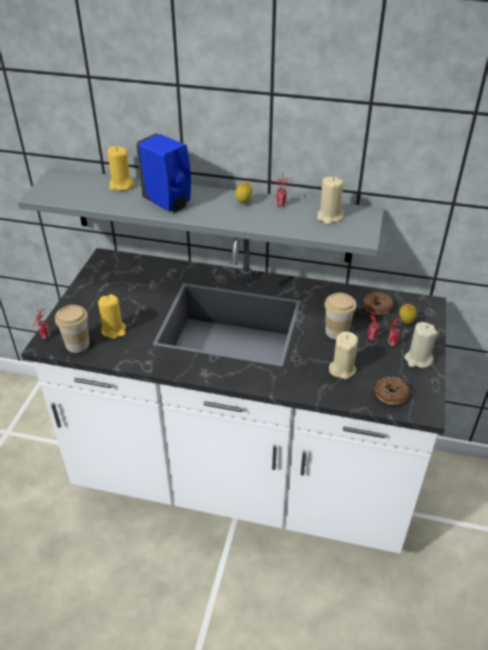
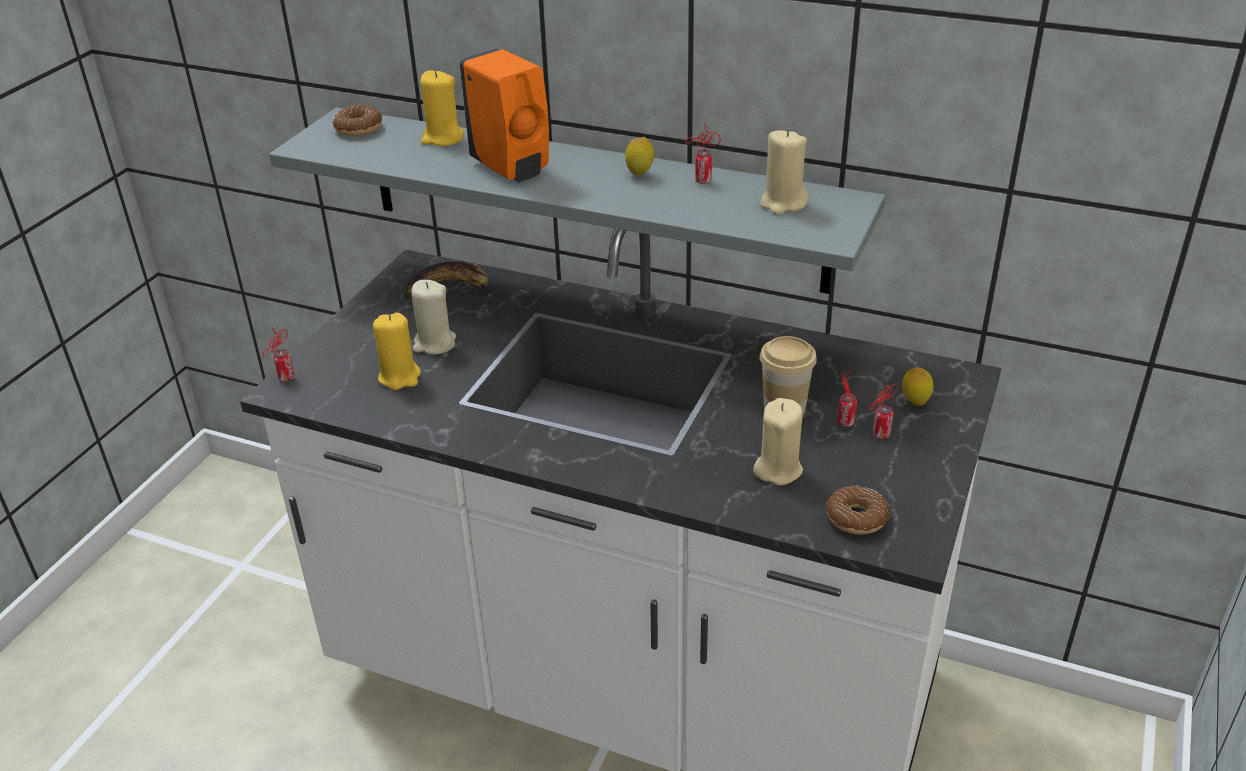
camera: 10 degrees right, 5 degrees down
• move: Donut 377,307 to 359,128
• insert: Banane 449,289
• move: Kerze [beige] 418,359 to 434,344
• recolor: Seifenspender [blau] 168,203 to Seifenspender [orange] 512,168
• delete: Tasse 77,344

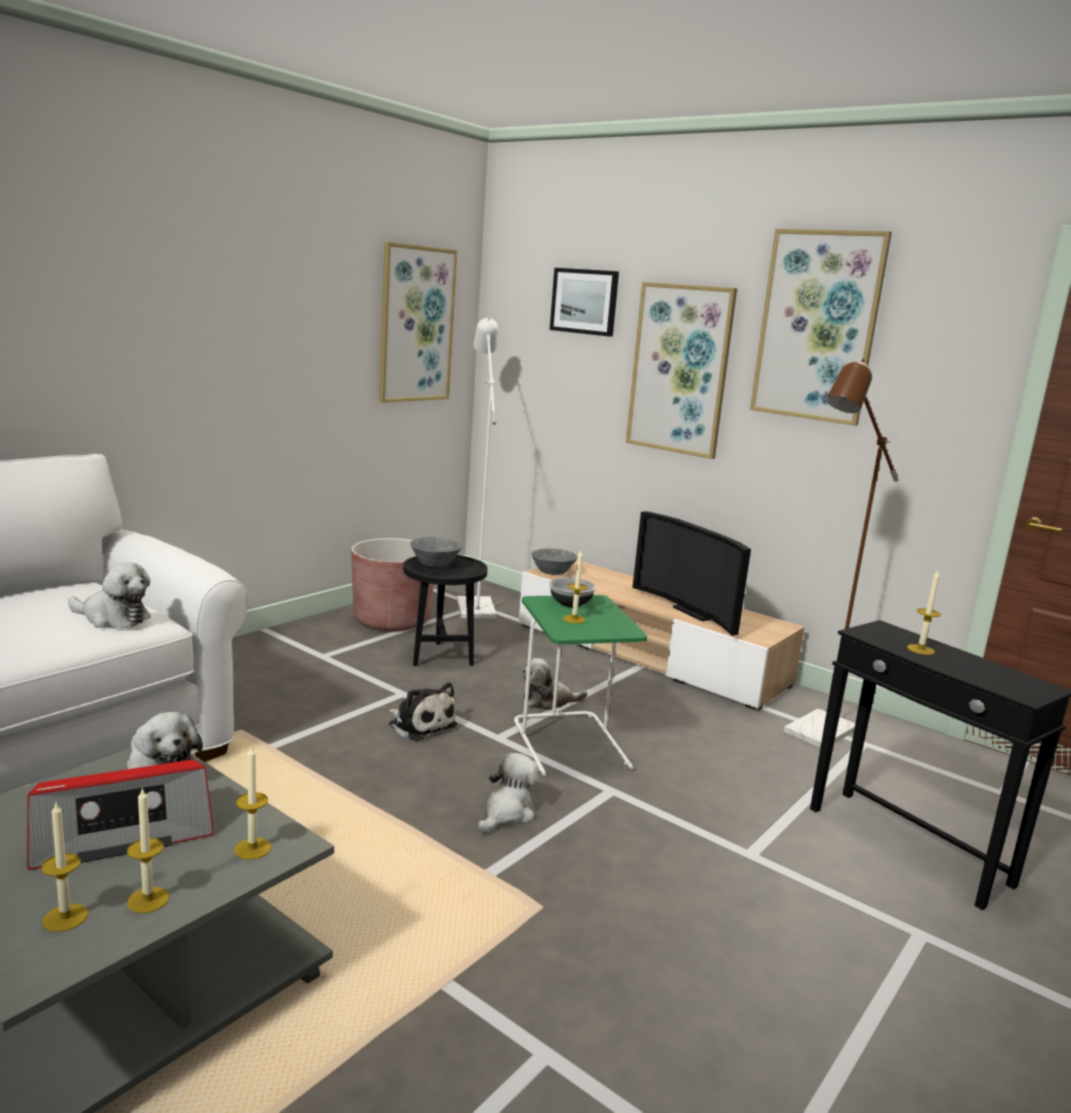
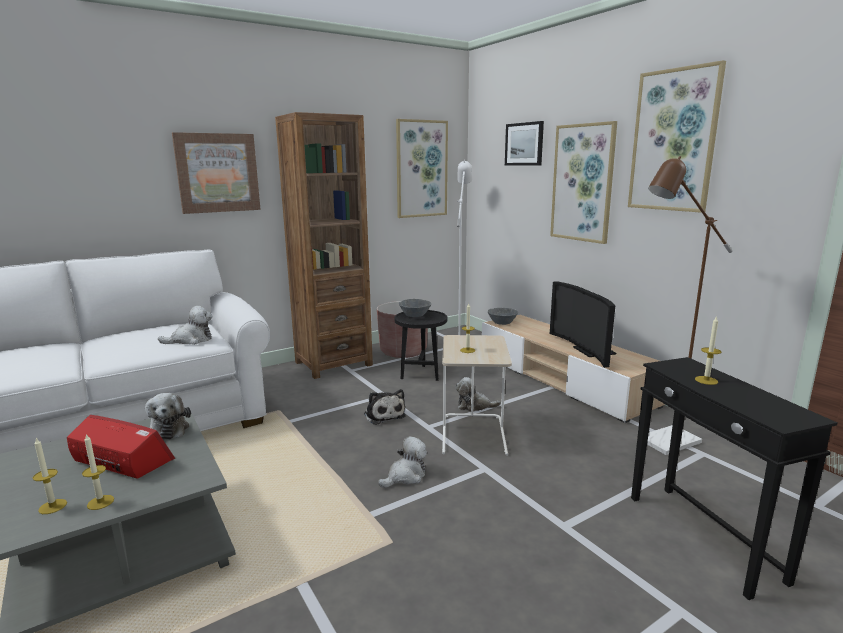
camera: 20 degrees right, 0 degrees up
• rotate: Radio 123,832 = 122,461 150 degrees counterclockwise
• rotate: Plüschtier 112,618 = 191,340 60 degrees counterclockwise
• insert: Bild 217,173
• insert: Bücherregal [braun] 333,363
• recolor: Beistelltisch [grün] 571,744 to Beistelltisch [beige] 474,435
• delete: Kerze 252,848
• delete: Schüssel 571,604

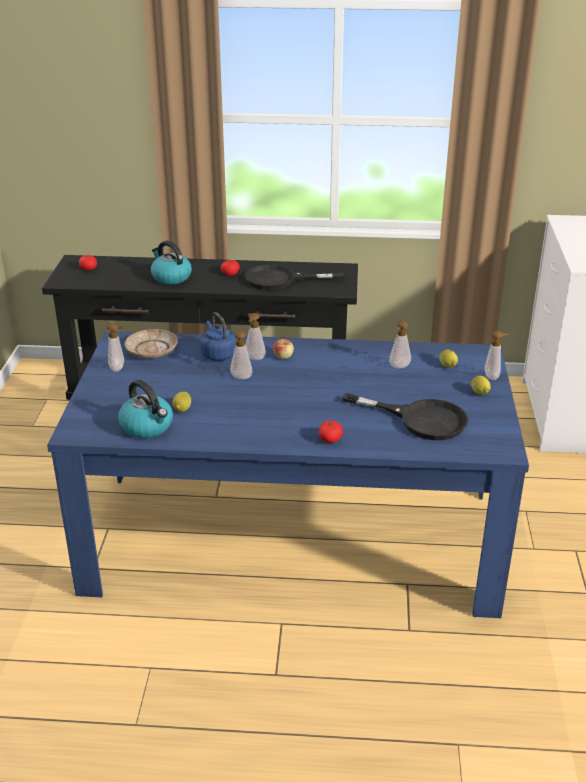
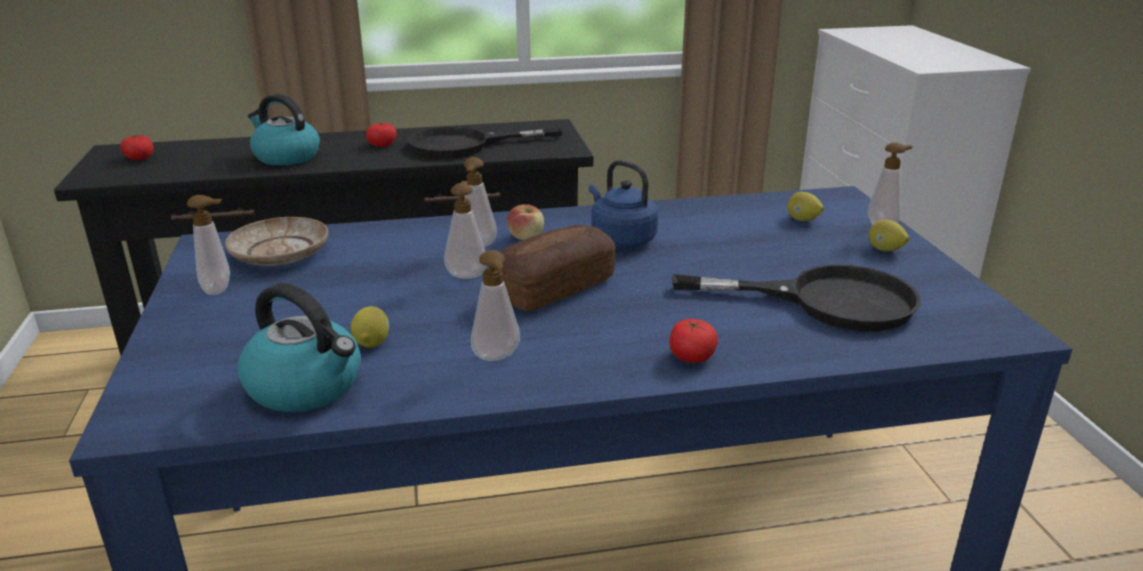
camera: 15 degrees left, 5 degrees down
• move: Seifenspender 400,367 to 497,358
• insert: Brot 555,288
• move: Wasserkessel [blau] 217,354 to 620,239

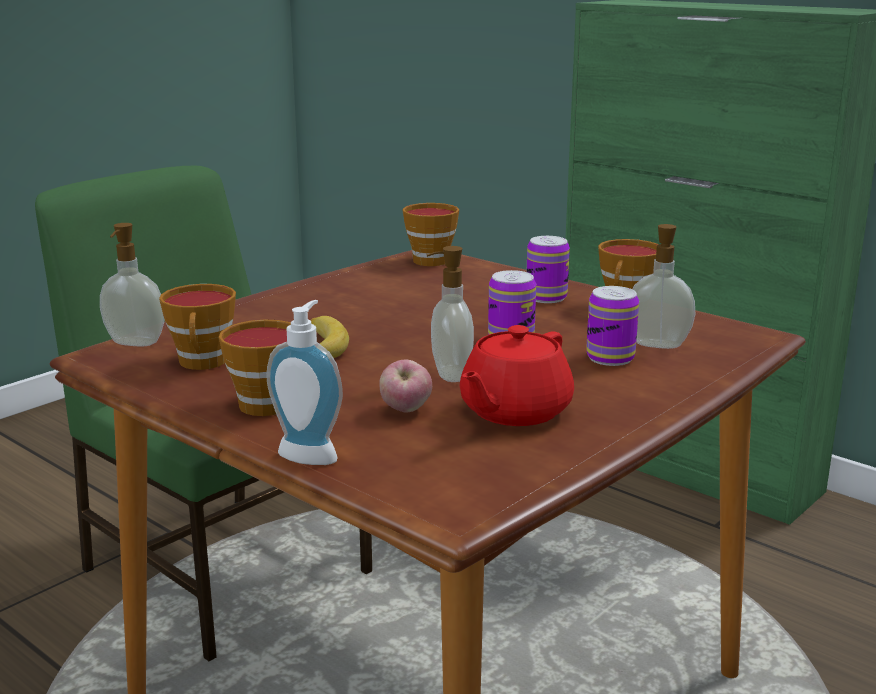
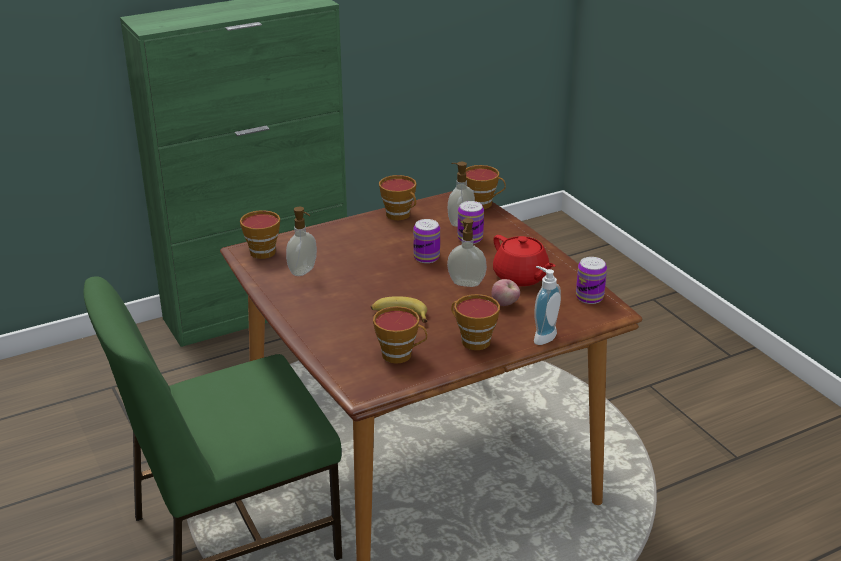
camera: 70 degrees left, 10 degrees up
• move: Seifenspender 134,343 to 303,271
• insert: Tasse 483,204
• move: Dose 546,297 to 589,297

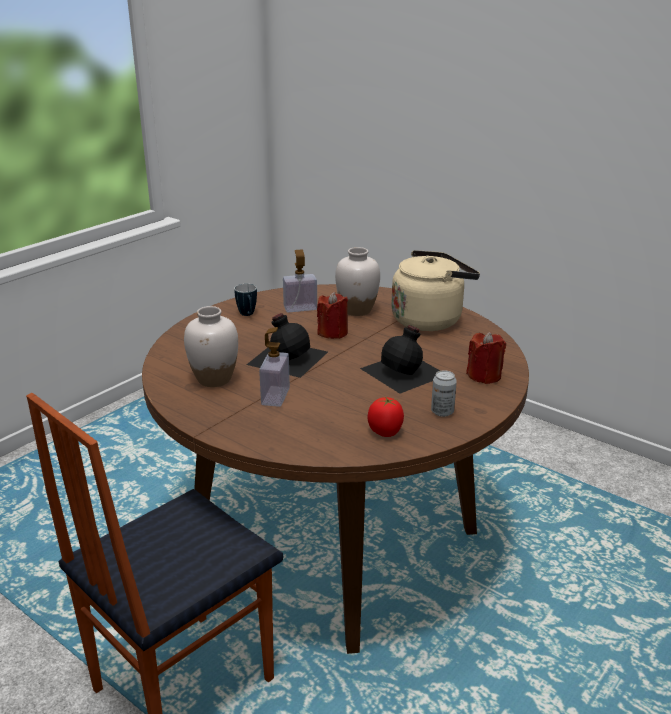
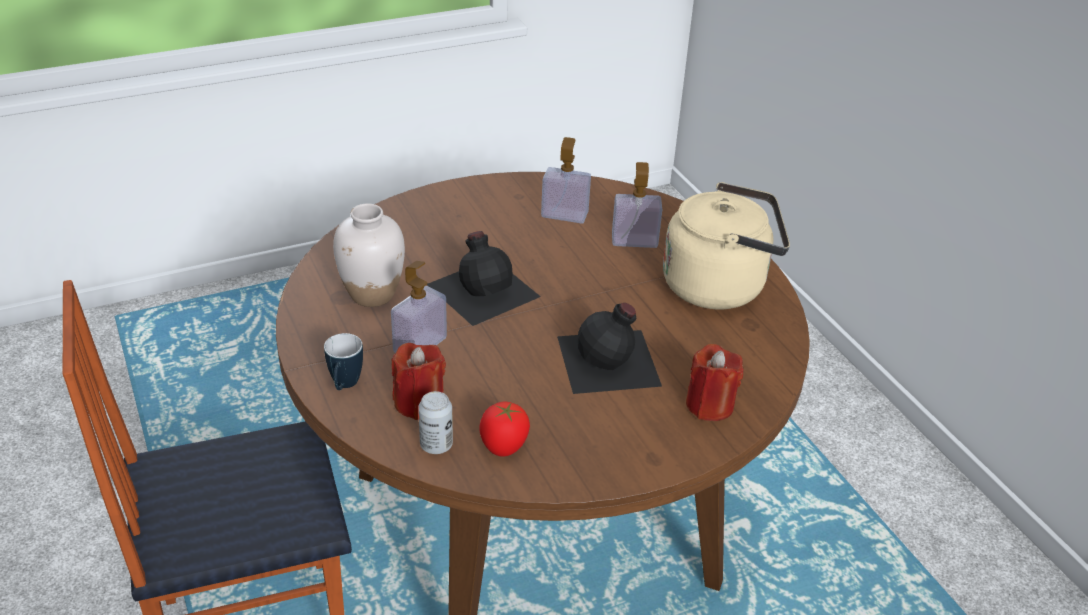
camera: 25 degrees right, 10 degrees up
• move: Henkelbecher 248,315 to 344,386
• move: Kerze [rot] 333,333 to 419,403
• move: Dose 442,412 to 436,445
• replace: Vase [weiß] 357,310 to Seifenspender 634,240

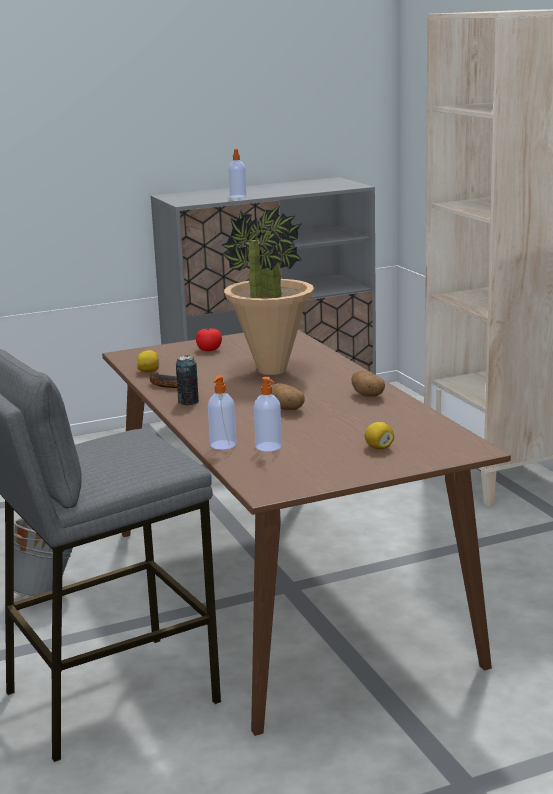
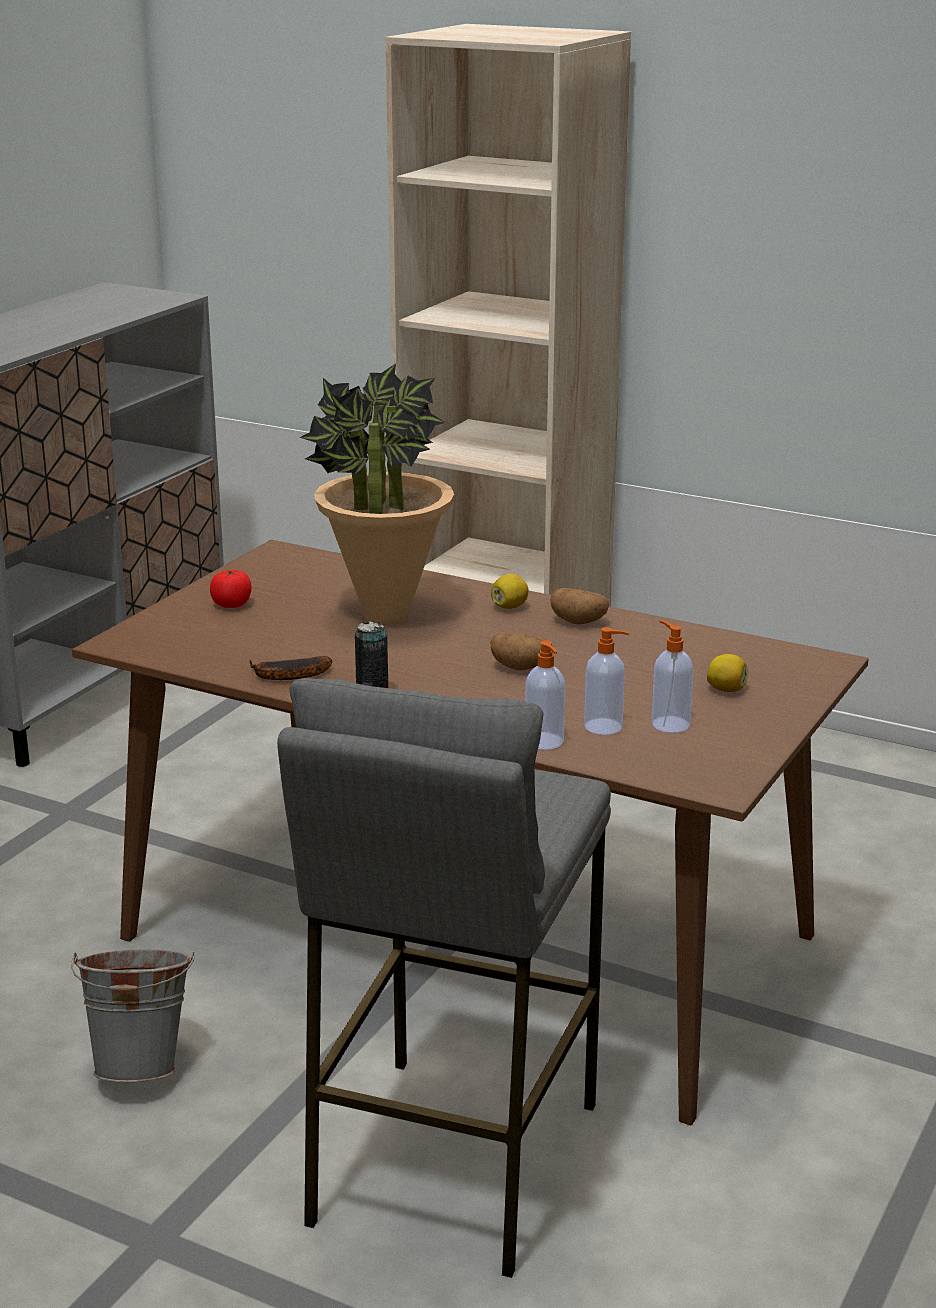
camera: 40 degrees left, 5 degrees up
• move: Zitrone 149,371 to 509,607
• move: Seifenspender 238,196 to 669,724

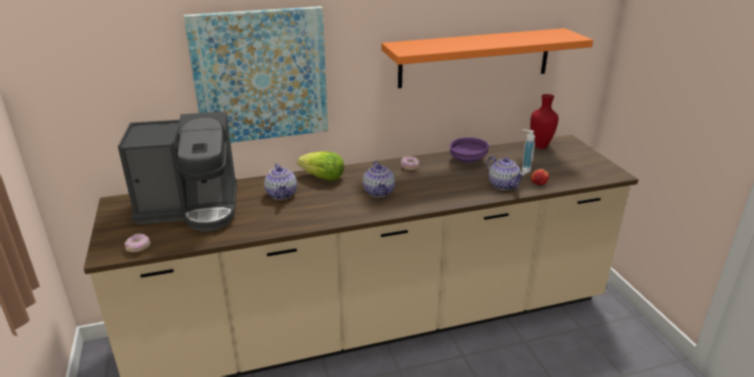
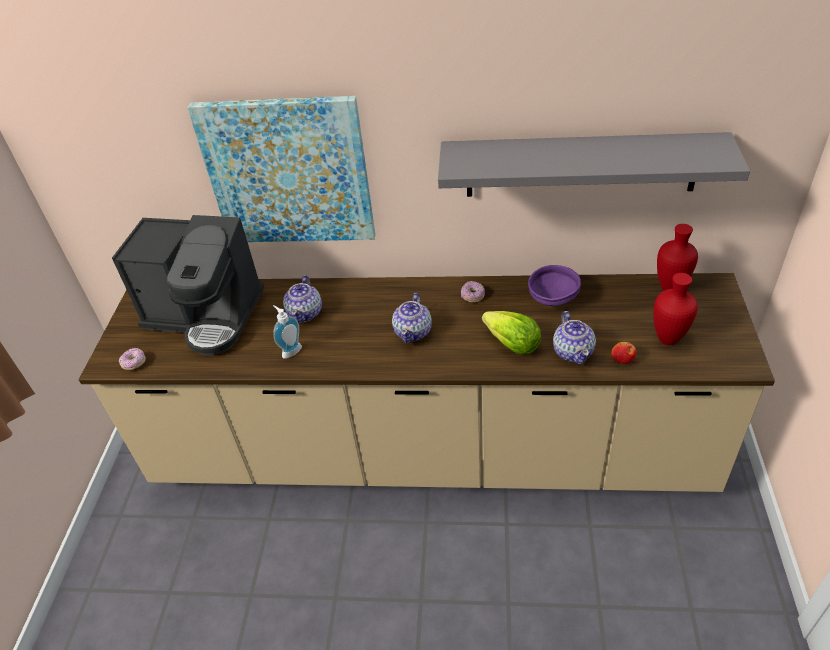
camera: 25 degrees right, 15 degrees up
• move: Seifenspender 524,169 to 290,350
• recolor: Wandregal [orange] 475,58 to Wandregal [grau] 580,165
• move: Salatkopf 323,178 to 512,345
• insert: Vase [rot] 667,340

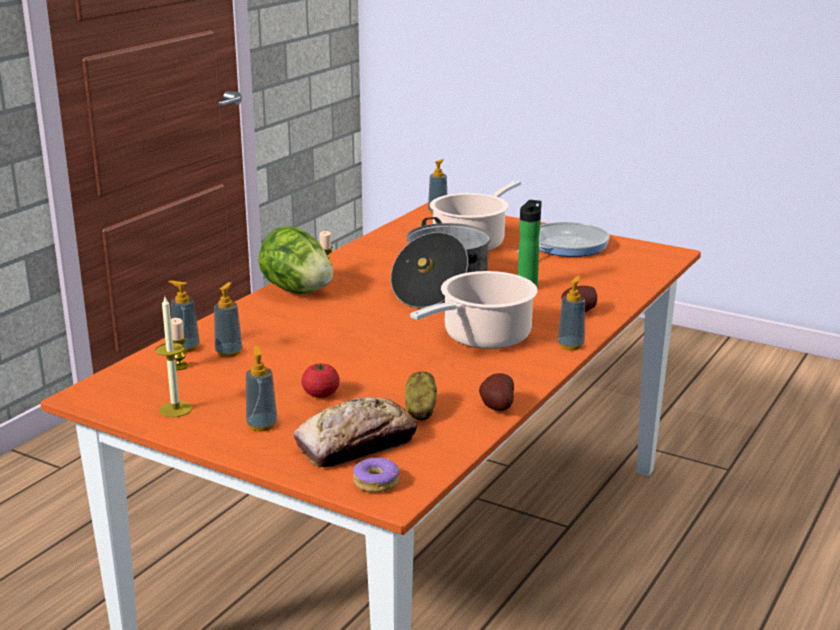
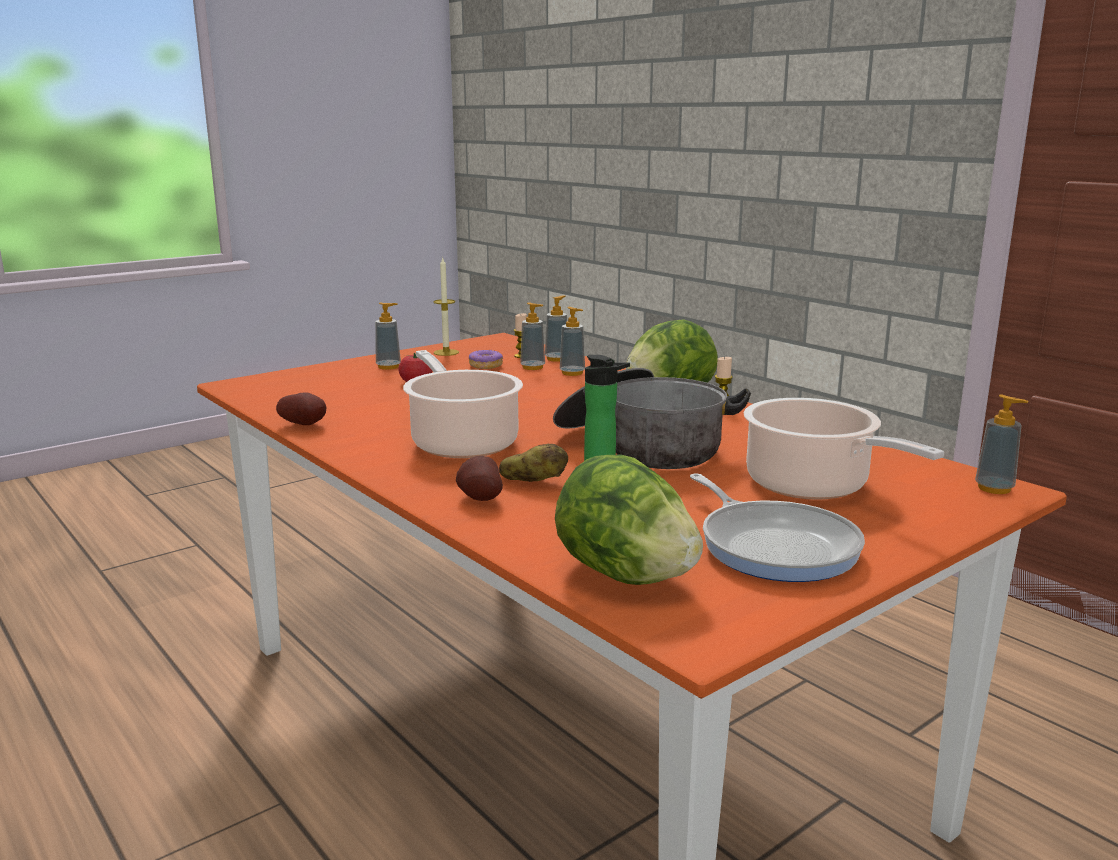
camera: 110 degrees right, 5 degrees down
• move: Donut 376,482 to 486,366
• move: Kartoffel 420,411 to 534,482
• insert: Salatkopf 624,575
• move: Seifenspender 570,345 to 572,373
• delete: Brot 356,444

